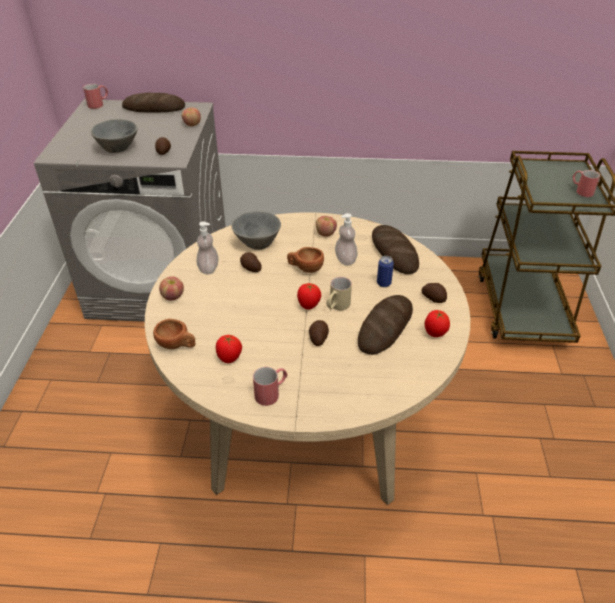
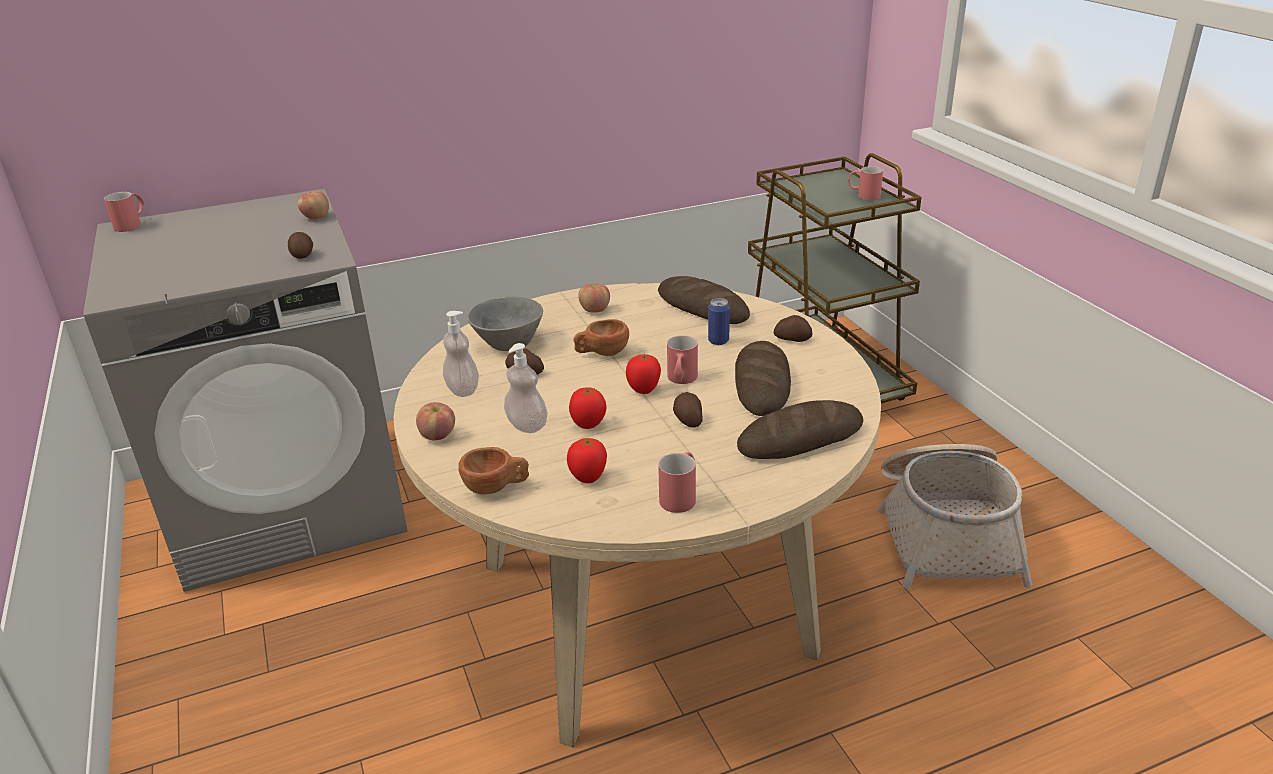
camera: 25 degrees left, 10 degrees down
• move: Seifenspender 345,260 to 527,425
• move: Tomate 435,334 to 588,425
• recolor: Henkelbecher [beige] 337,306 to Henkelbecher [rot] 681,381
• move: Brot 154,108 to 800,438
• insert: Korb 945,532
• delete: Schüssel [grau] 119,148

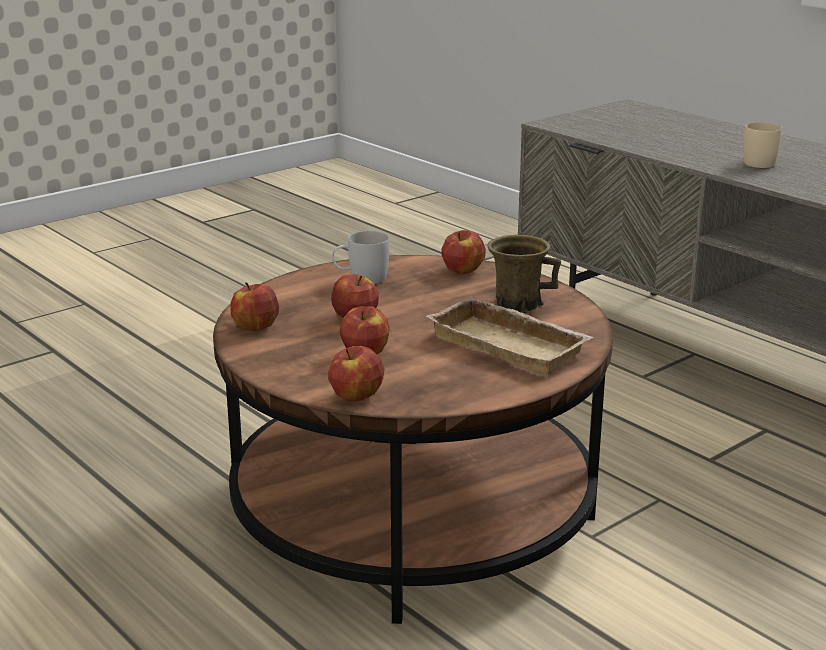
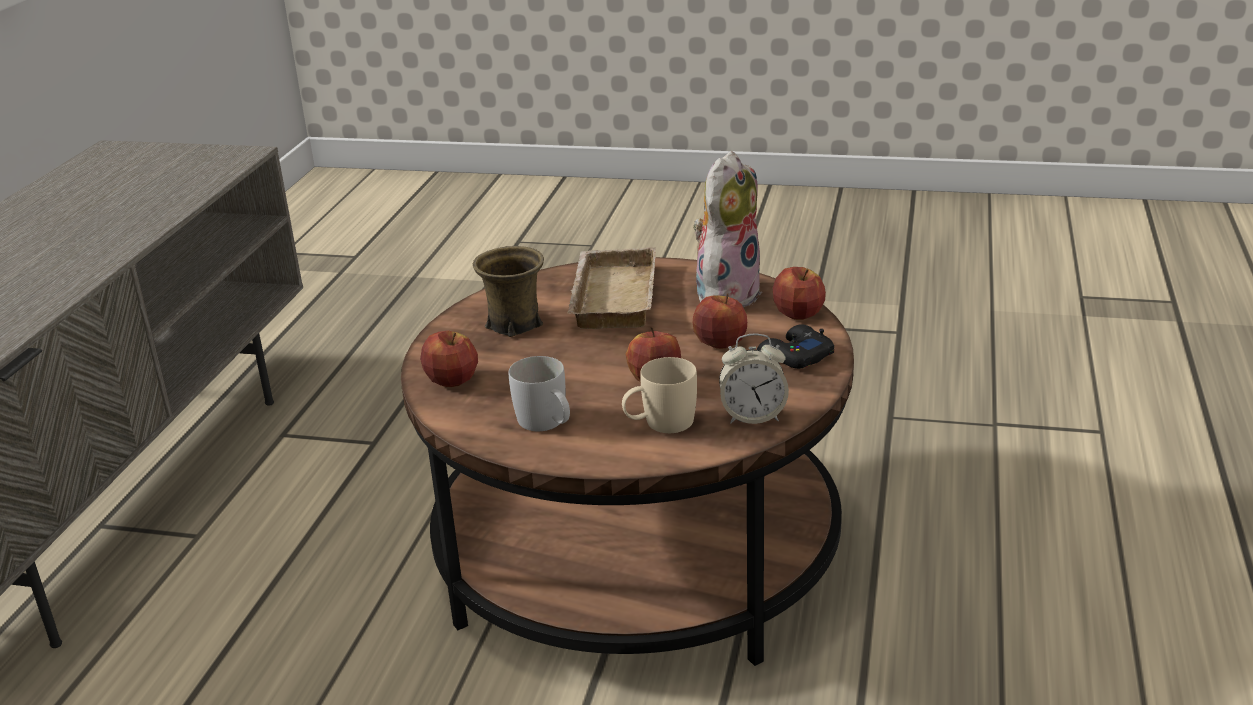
camera: 125 degrees left, 5 degrees up
• move: Henkelbecher [beige] 759,162 to 660,424
• insert: Plüschtier 726,294
• replace: Apfel 256,327 to Wecker 753,416
• insert: Gamepad [schwarz] 794,355

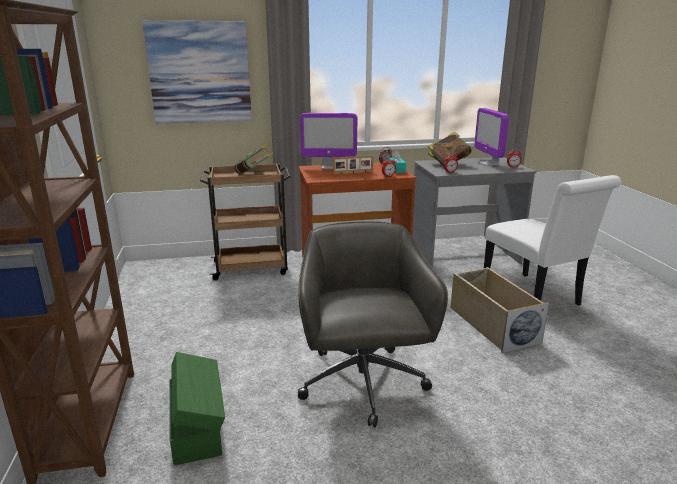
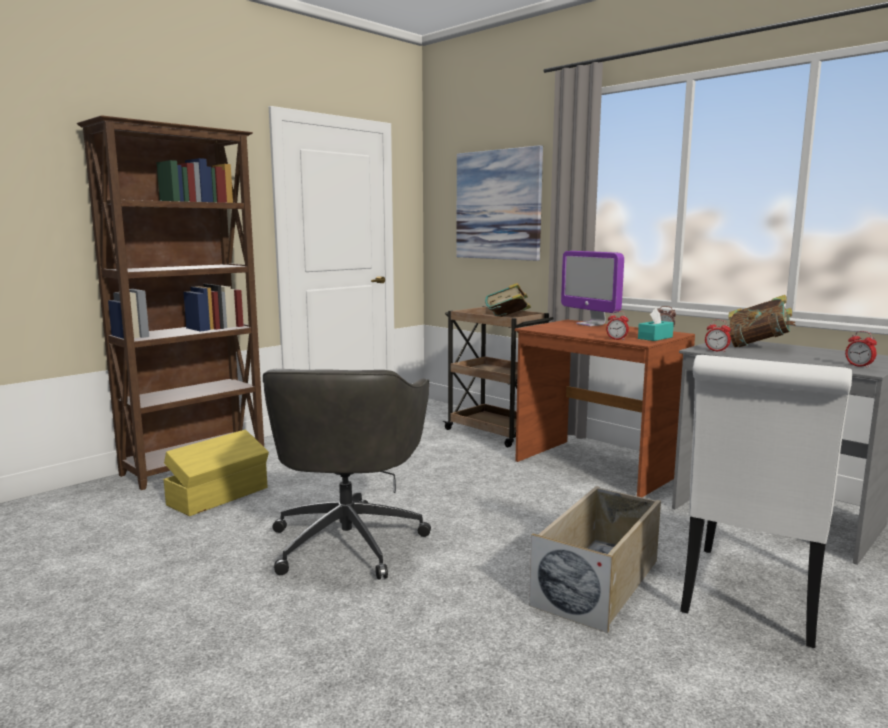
camera: 55 degrees right, 10 degrees down
• recolor: Aufbewahrungsbox [grün] 197,425 to Aufbewahrungsbox [gelb] 220,496
• rotate: Bürostuhl [grau] 363,384 = 348,540 135 degrees clockwise
• delete: Bilderrahmen 353,173
• delete: Monitor 488,163

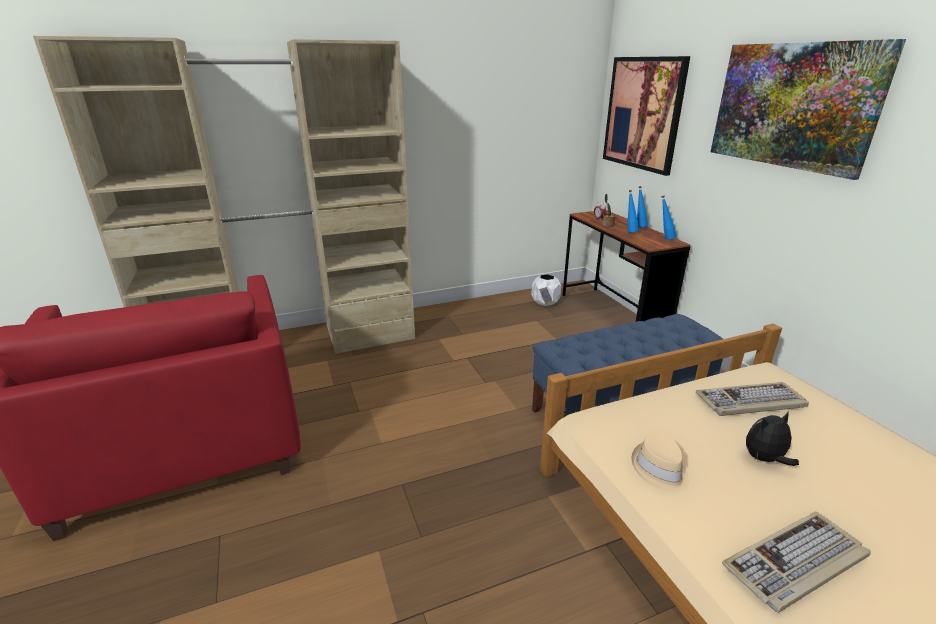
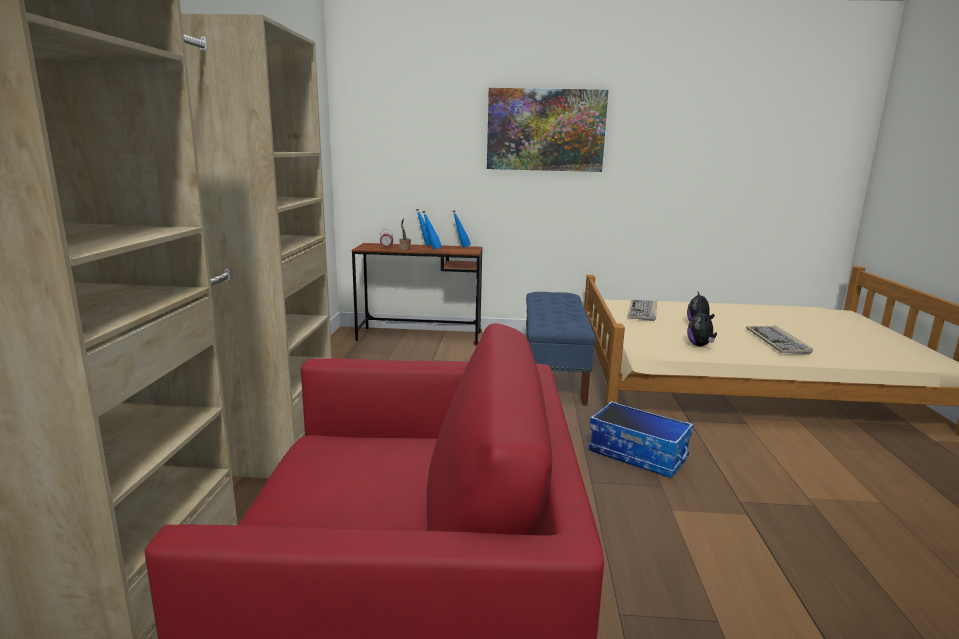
camera: 65 degrees left, 10 degrees down
• insert: Aufbewahrungsbox 638,454
• replace: Hut [beige] 659,469 to Plüschtier 700,345
• delete: Pflanzkübel [weiß] 545,303
• delete: Bild 643,113

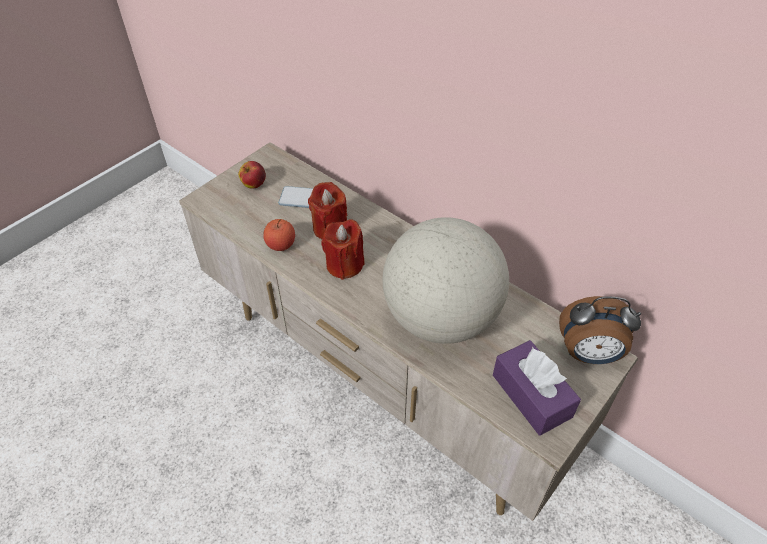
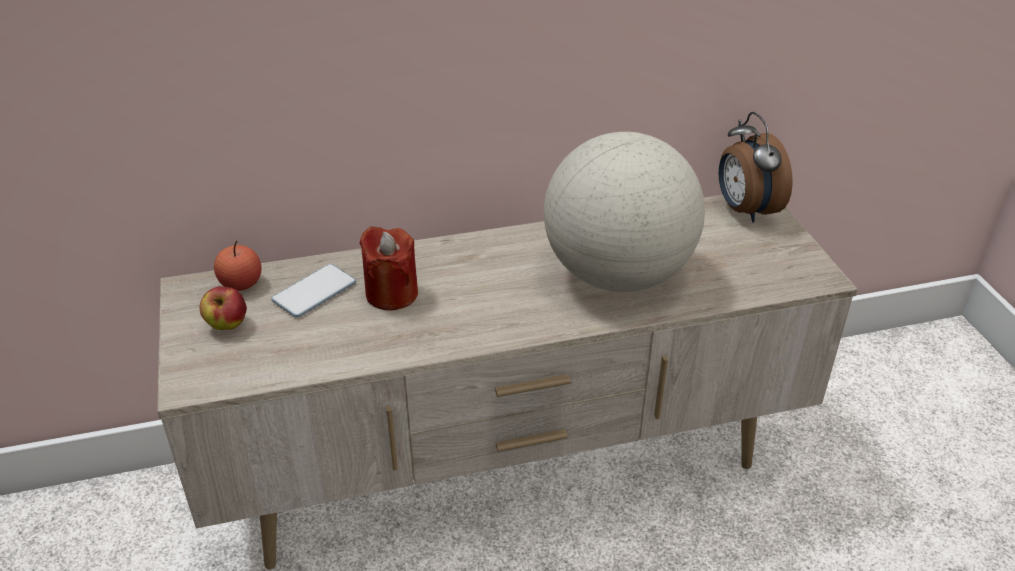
camera: 55 degrees left, 10 degrees down
• move: Apfel 281,245 to 241,284
• rotate: Wecker 588,354 = 745,210 120 degrees clockwise
• delete: Kerze [rot] 344,265
• delete: Taschentuchbox [lila] 531,395

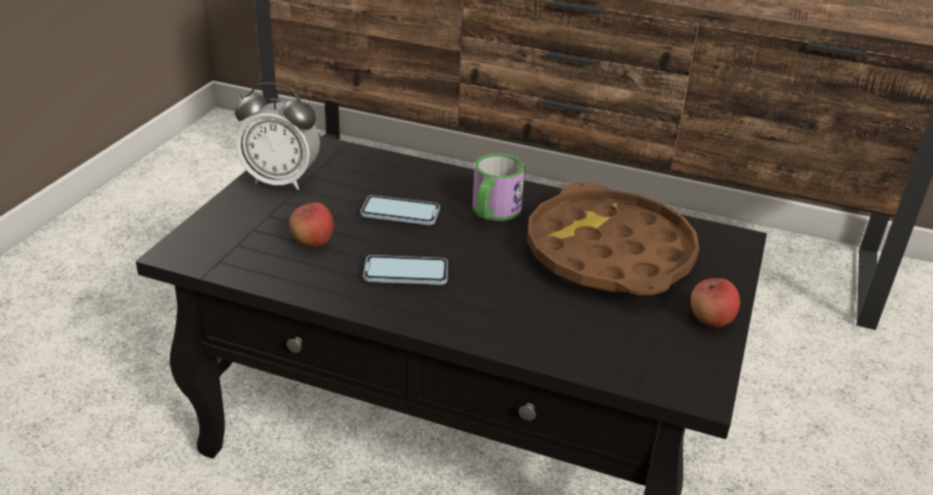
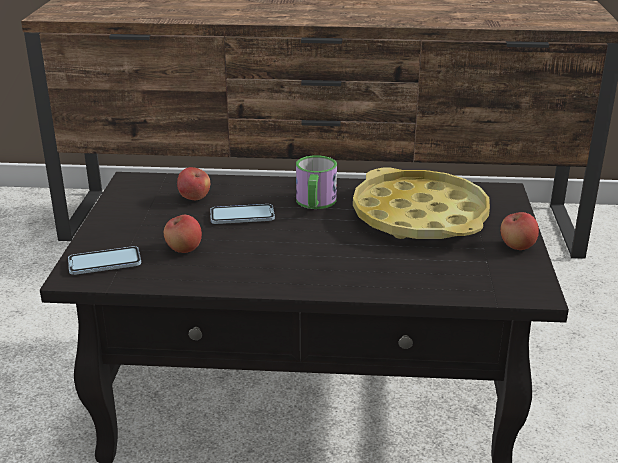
camera: 15 degrees left, 5 degrees down
• move: Handy 406,272 to 105,263
• insert: Apfel 194,198
• recolor: Tablett [braun] 609,254 to Tablett [gelb] 419,216
• delete: Wecker 281,181

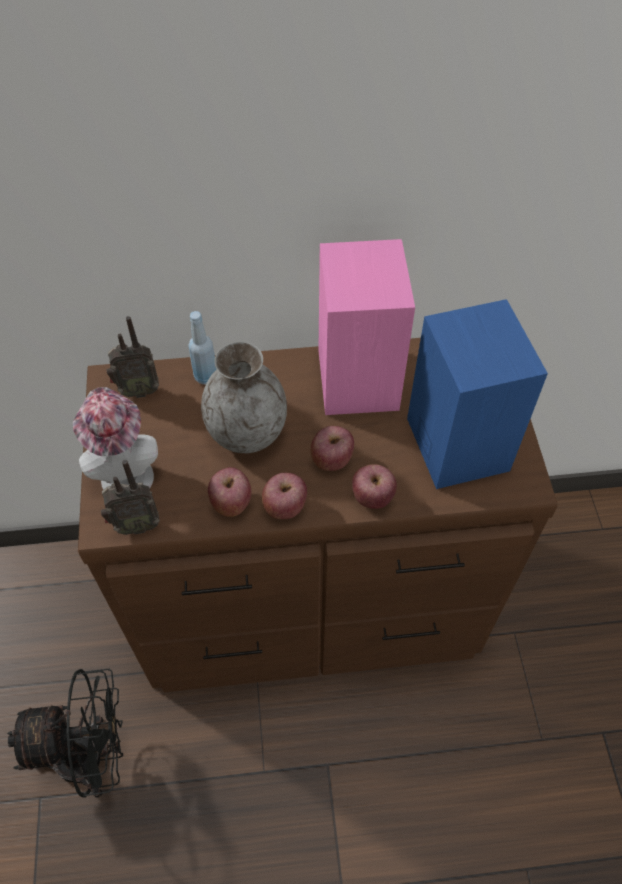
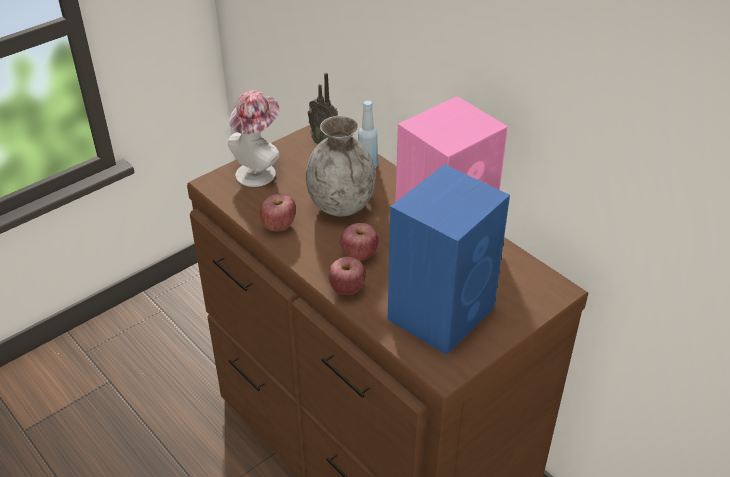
camera: 55 degrees right, 15 degrees down
• delete: Ventilator [schwarz] 93,757
• delete: Radio 136,525
• delete: Apfel 284,506

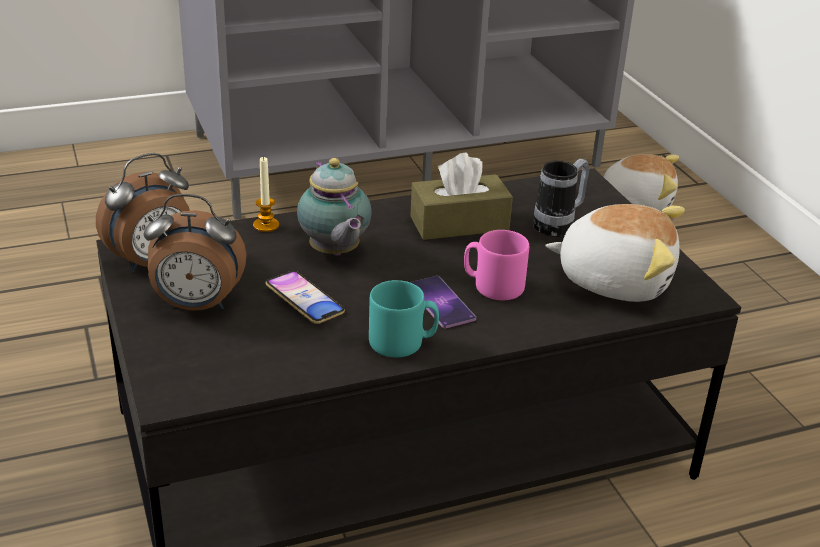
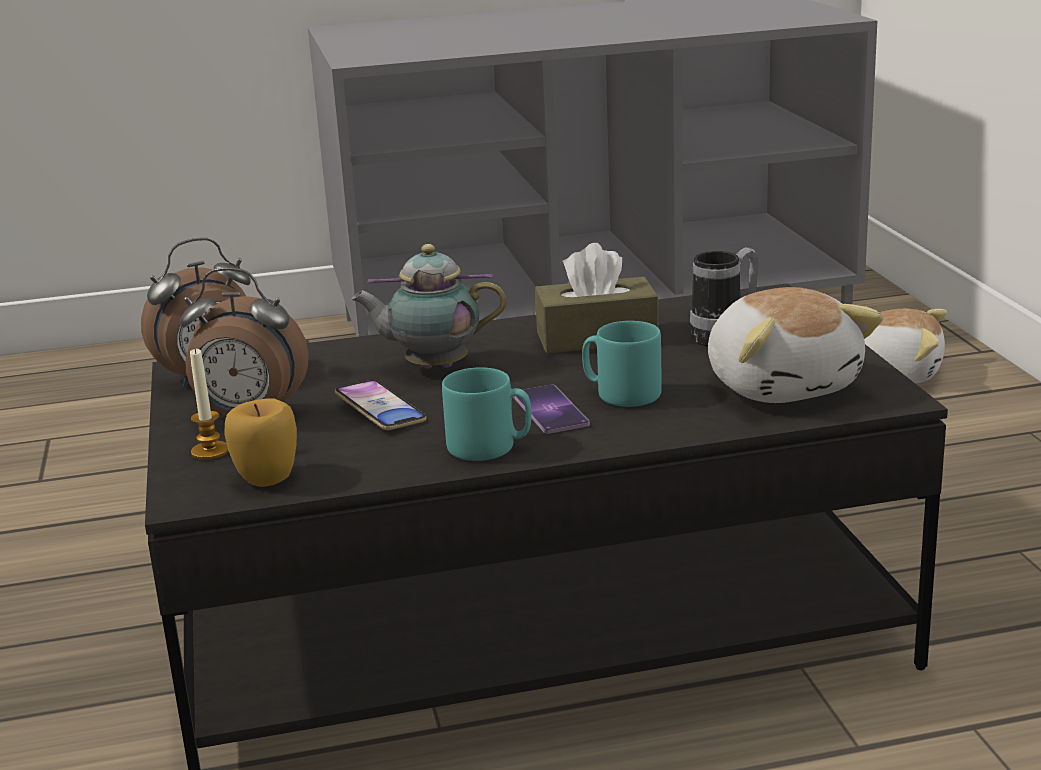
camera: 10 degrees right, 10 degrees down
• move: Kerze 266,225 to 210,451
• insert: Apfel 267,478
• rotate: Teekanne 334,253 = 432,367 105 degrees clockwise
• recolor: Henkelbecher [rosa] 493,286 to Henkelbecher [türkis] 621,394
• rotate: Plüschtier 614,279 = 783,385 45 degrees clockwise

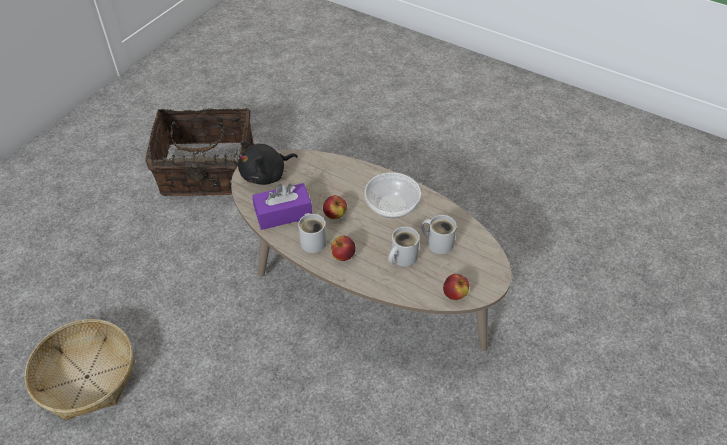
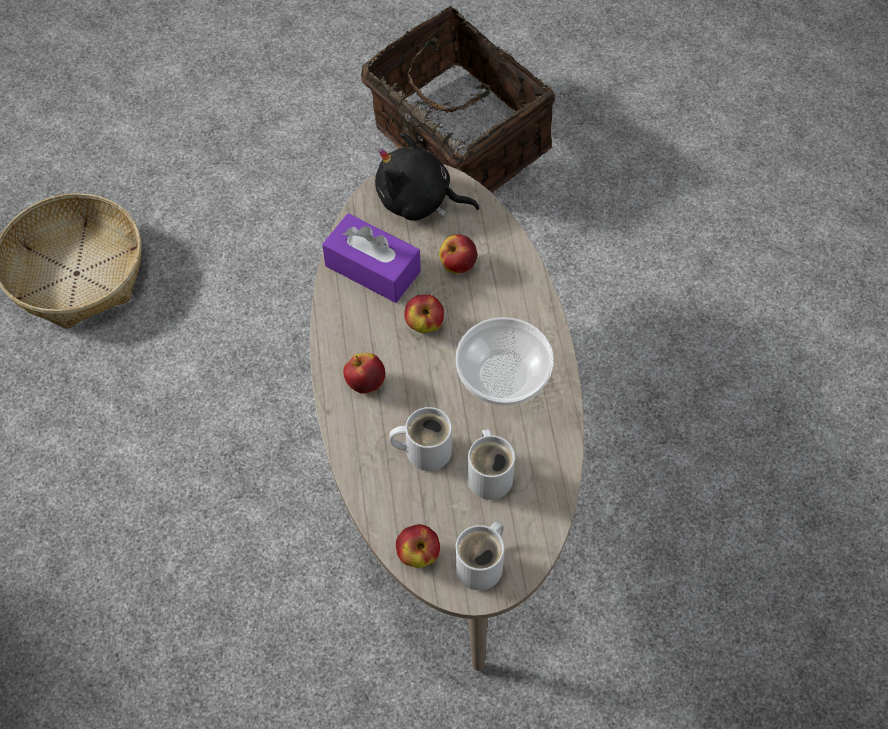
camera: 50 degrees right, 10 degrees up
• insert: Apfel 458,265
• move: Henkelbecher [weiß] 313,240 to 483,565

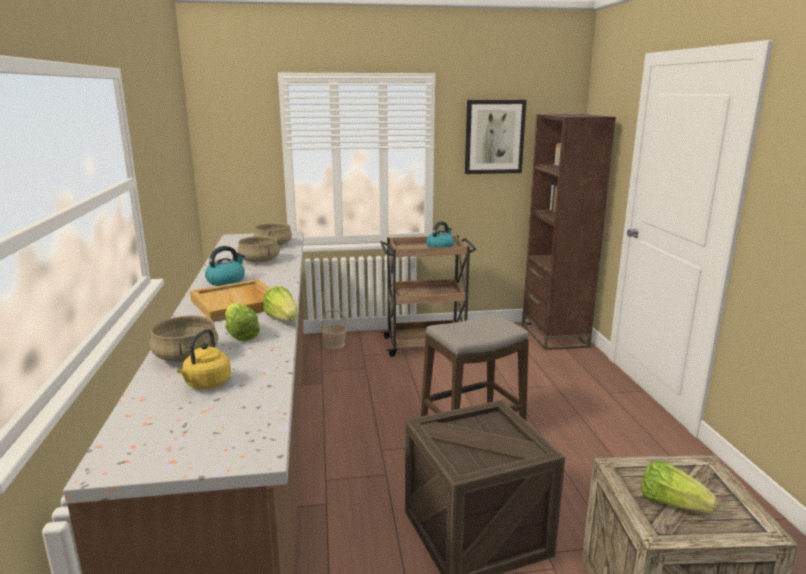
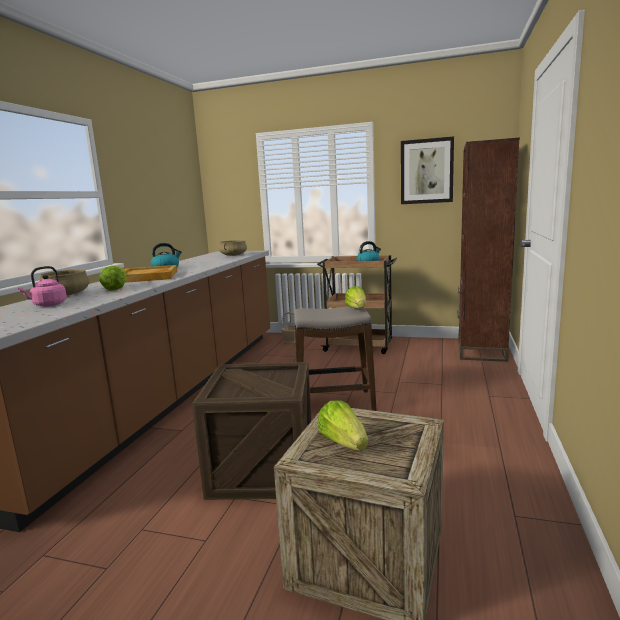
camera: 25 degrees right, 5 degrees down
• recolor: Wasserkessel [gelb] 206,384 to Wasserkessel [rosa] 48,305
• move: Salatkopf 283,319 to 357,309
• delete: Kochtopf [beige] 260,261

